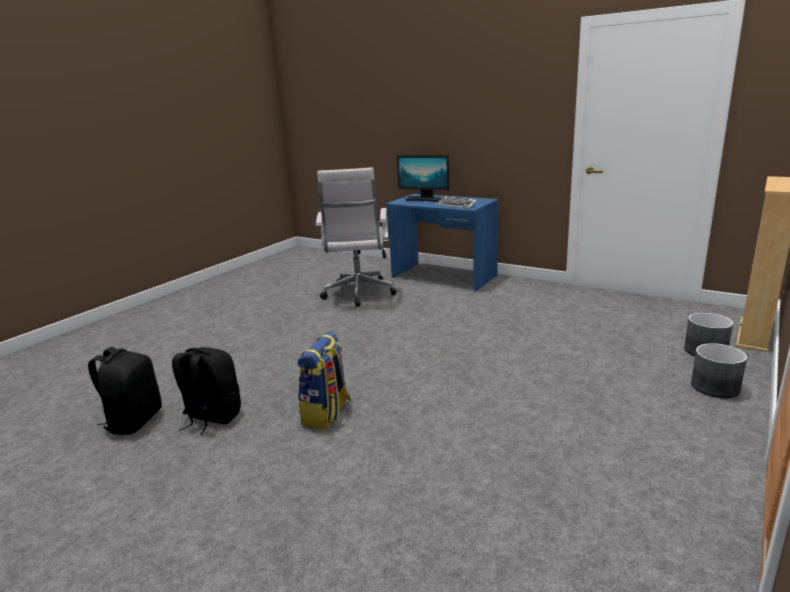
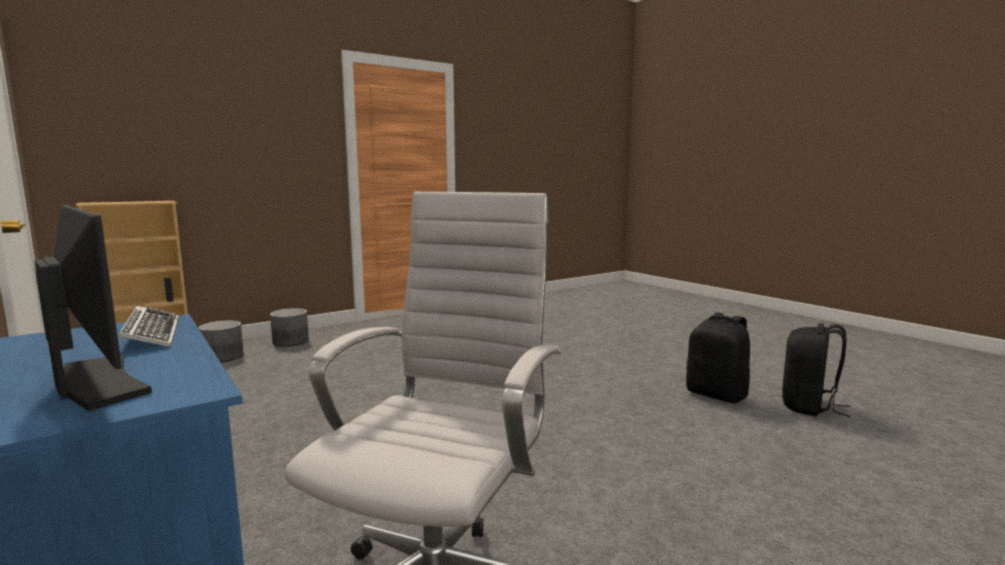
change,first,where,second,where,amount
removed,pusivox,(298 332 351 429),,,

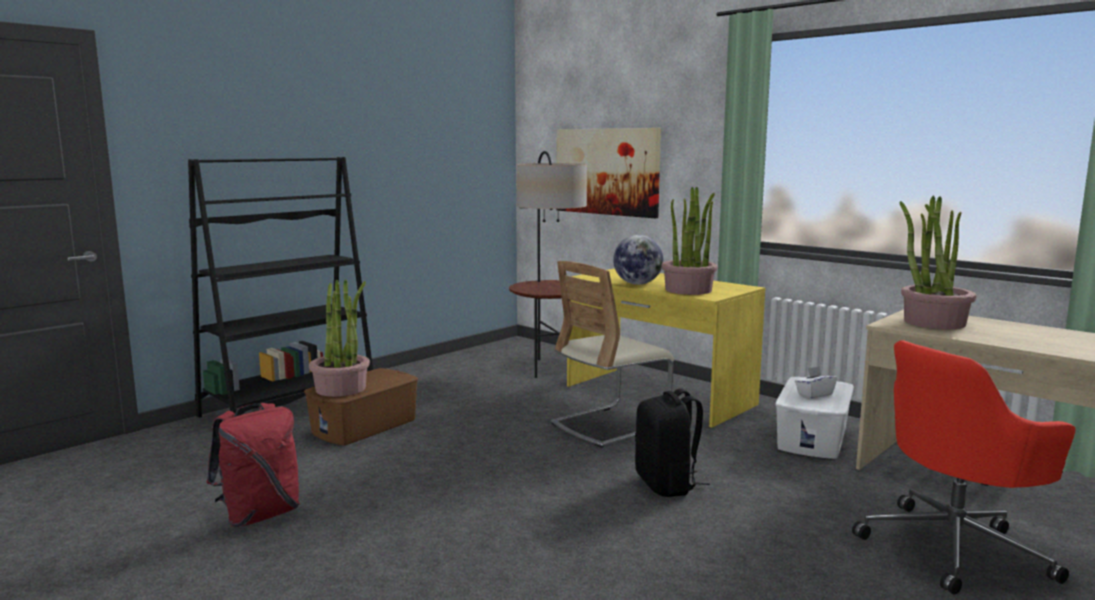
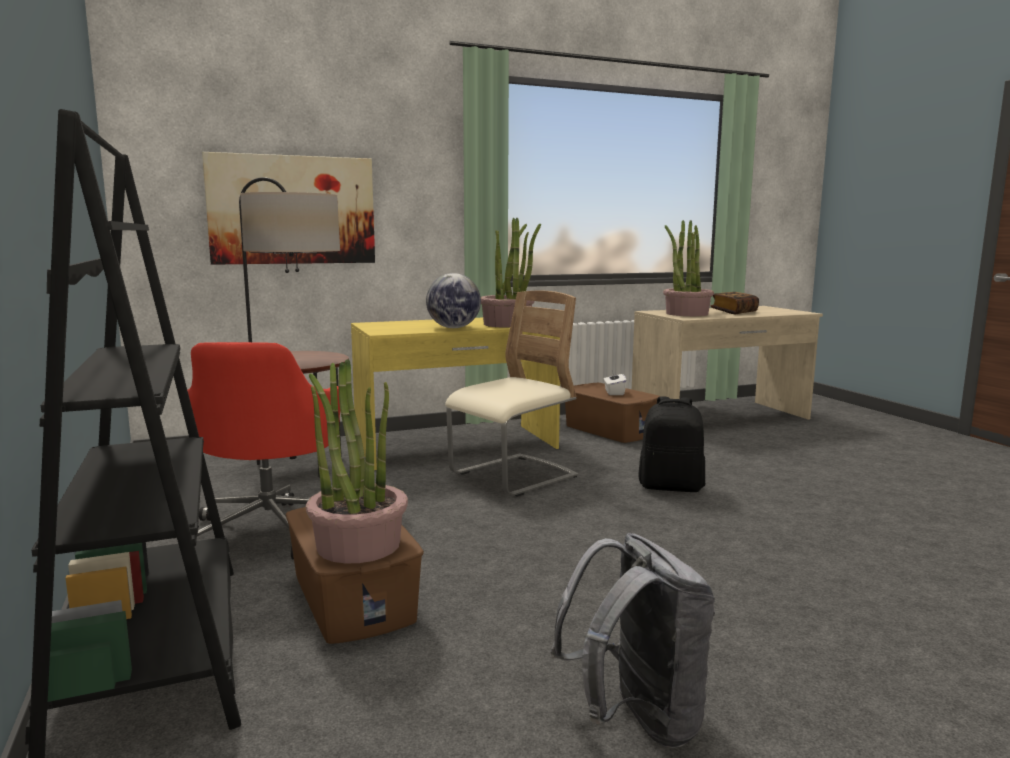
change,first,where,second,where,amount
turned,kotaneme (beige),(551 261 674 448),,(445 290 578 497),120 degrees counterclockwise
moved,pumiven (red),(852 340 1076 595),,(187 342 340 559),
recoloured,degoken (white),(775 377 854 459),degoken (brown),(565 383 660 443),
recoloured,pusivox (red),(207 403 300 527),pusivox (grey),(551 533 715 748),
added,,,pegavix,(711 292 759 314),

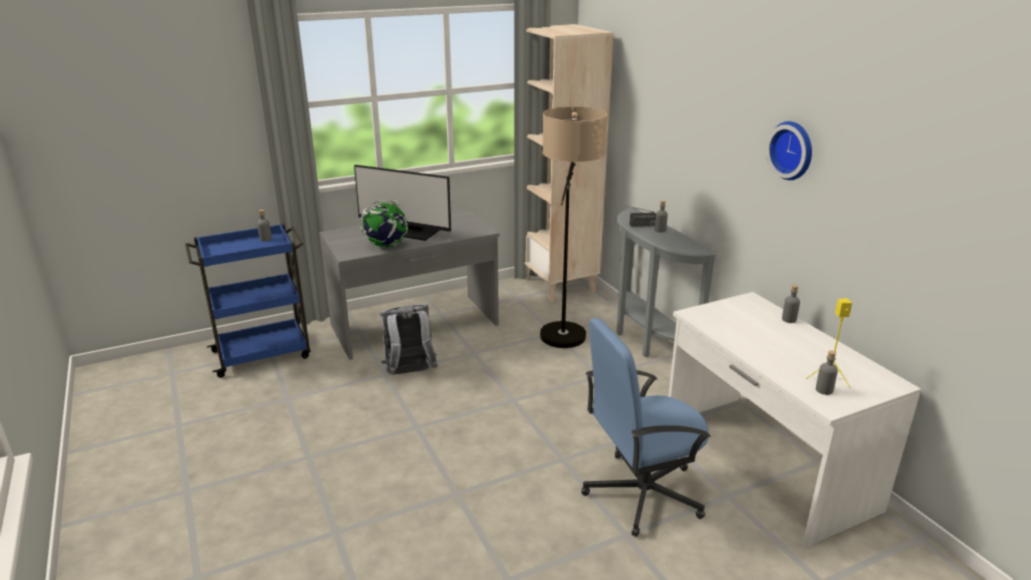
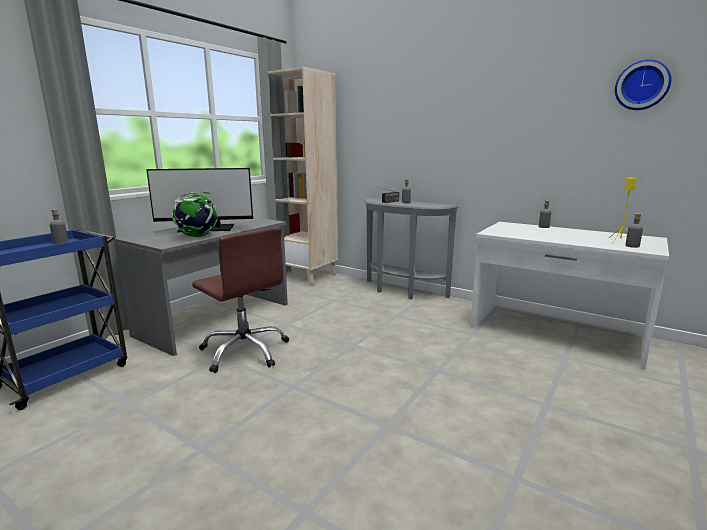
change,first,where,second,where,amount
removed,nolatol,(540 107 608 348),,,
moved,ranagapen,(766 121 812 180),,(615 60 671 110),
replaced,pusivox (grey),(380 304 438 375),pumiven (brown),(192 227 289 373),
removed,pumiven (blue),(581 318 711 537),,,

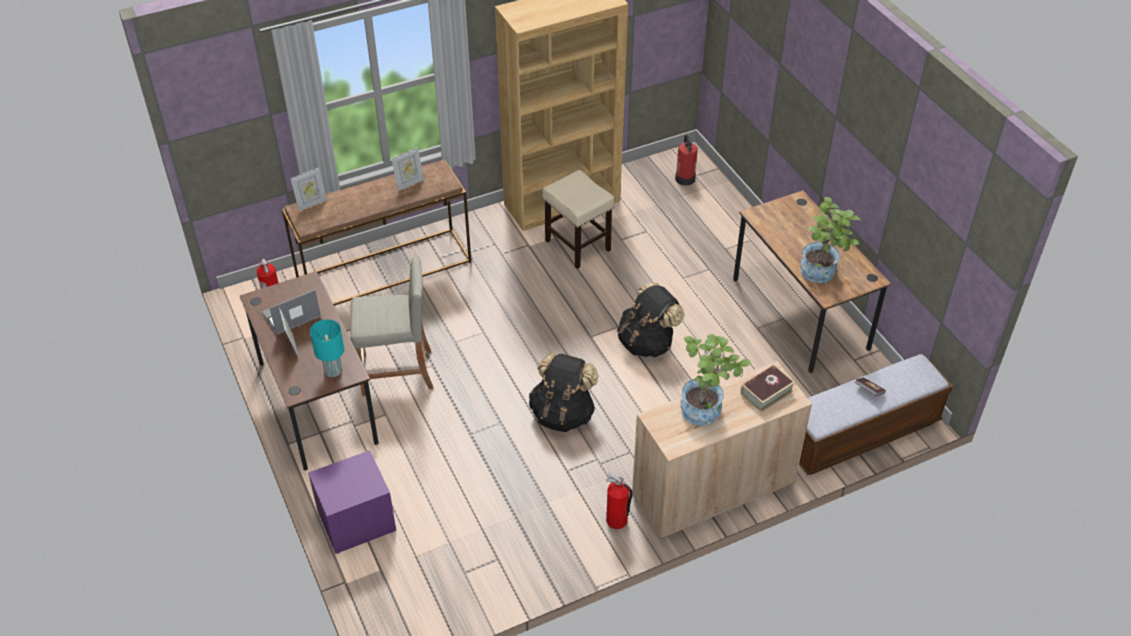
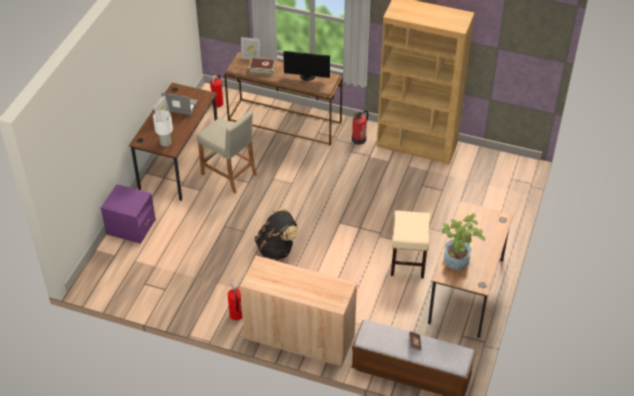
change,first,where,second,where,amount
moved,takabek,(675 134 698 186),,(352 110 368 145),
replaced,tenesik,(391 147 424 191),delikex,(283 51 330 81),
moved,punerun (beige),(542 170 614 269),,(391 210 431 279),
removed,pusivox (black),(617 283 685 357),,,
recoloured,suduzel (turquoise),(310 319 344 377),suduzel (white),(153 110 173 147),
removed,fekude,(681 334 751 426),,,
moved,pegavix,(740 365 795 412),,(249 58 276 76),

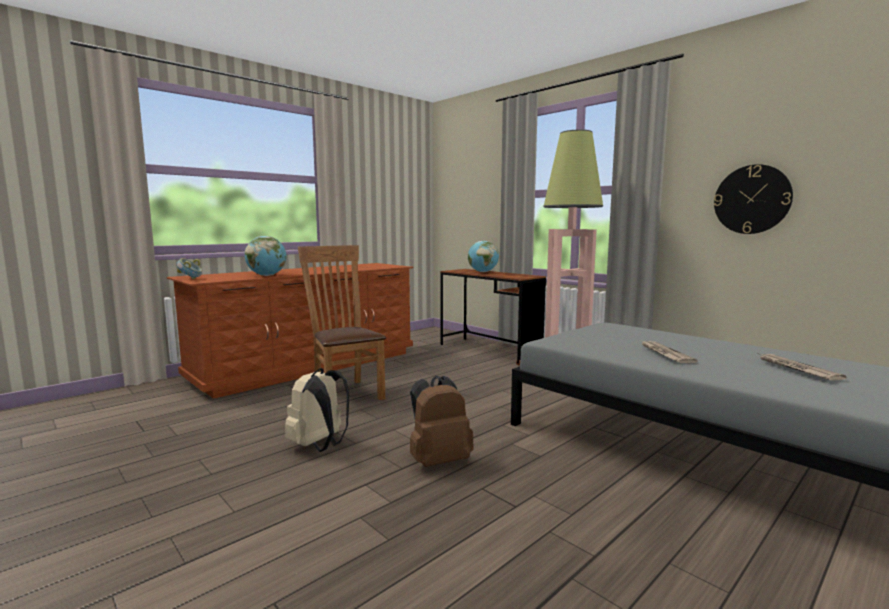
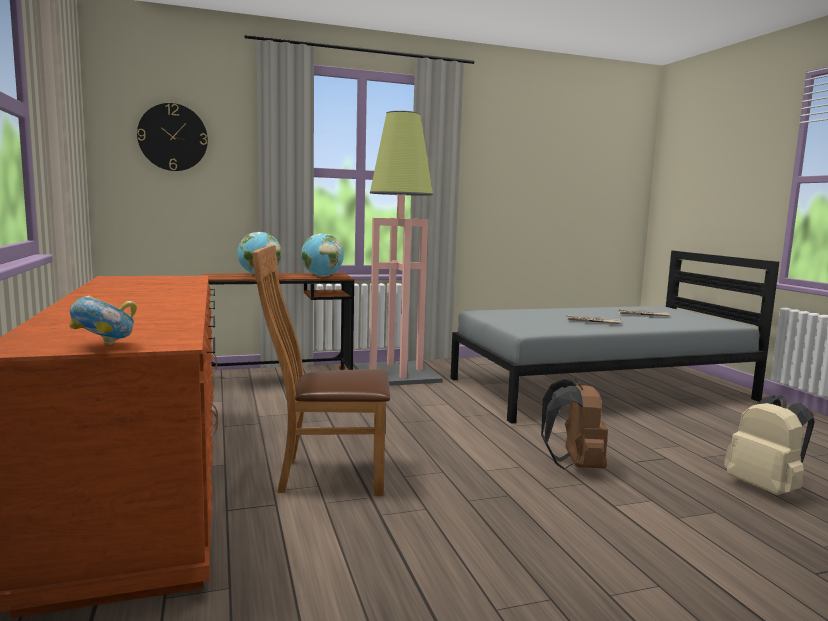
change,first,where,second,where,amount
moved,ranagapen,(714 164 793 234),,(137 103 208 171),
moved,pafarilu,(245 236 286 276),,(301 233 344 277),
moved,pusivox (beige),(285 368 350 452),,(724 395 815 495),

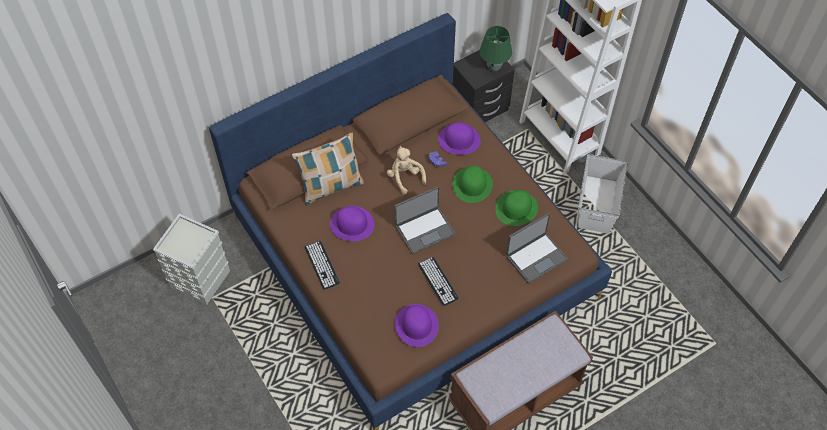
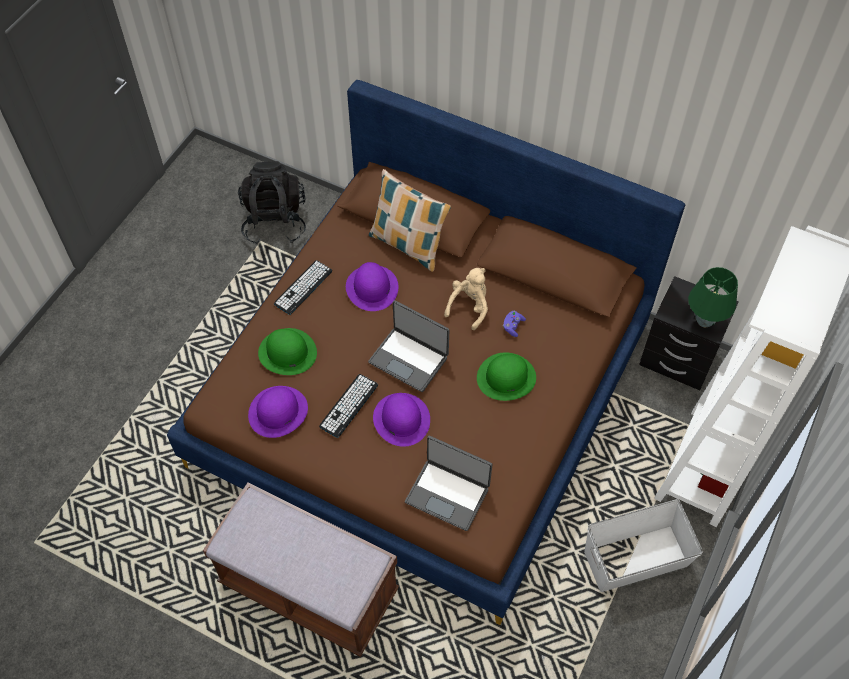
change,first,where,second,where,amount
moved,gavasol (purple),(438 122 480 155),,(373 393 430 447),
moved,gavasol (green),(495 190 538 226),,(258 328 317 375),
replaced,degoken (grey),(153 214 230 305),pusivox (black),(238 161 306 245),

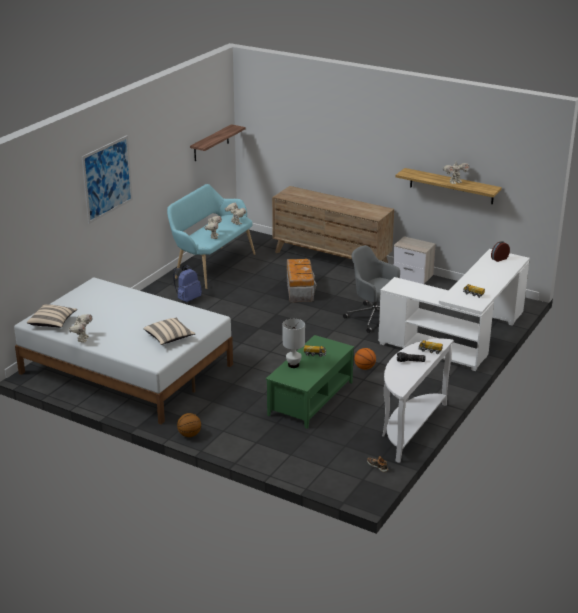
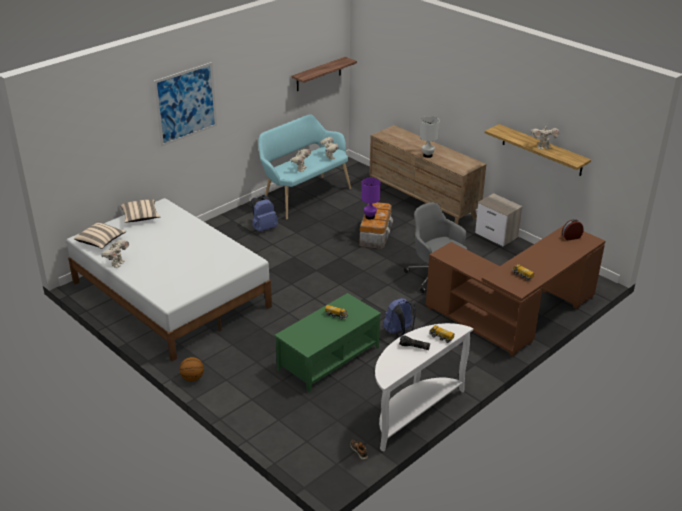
change,first,where,second,where,amount
recoloured,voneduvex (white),(378 249 530 371),voneduvex (brown),(426 225 605 356),
moved,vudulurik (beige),(143 318 196 345),,(120 200 160 223),
moved,suduzel (white),(282 319 305 368),,(420 116 440 158),
replaced,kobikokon,(354 348 376 370),pusivox (blue),(383 298 416 338),
added,,,suduzel (purple),(361 178 381 219),

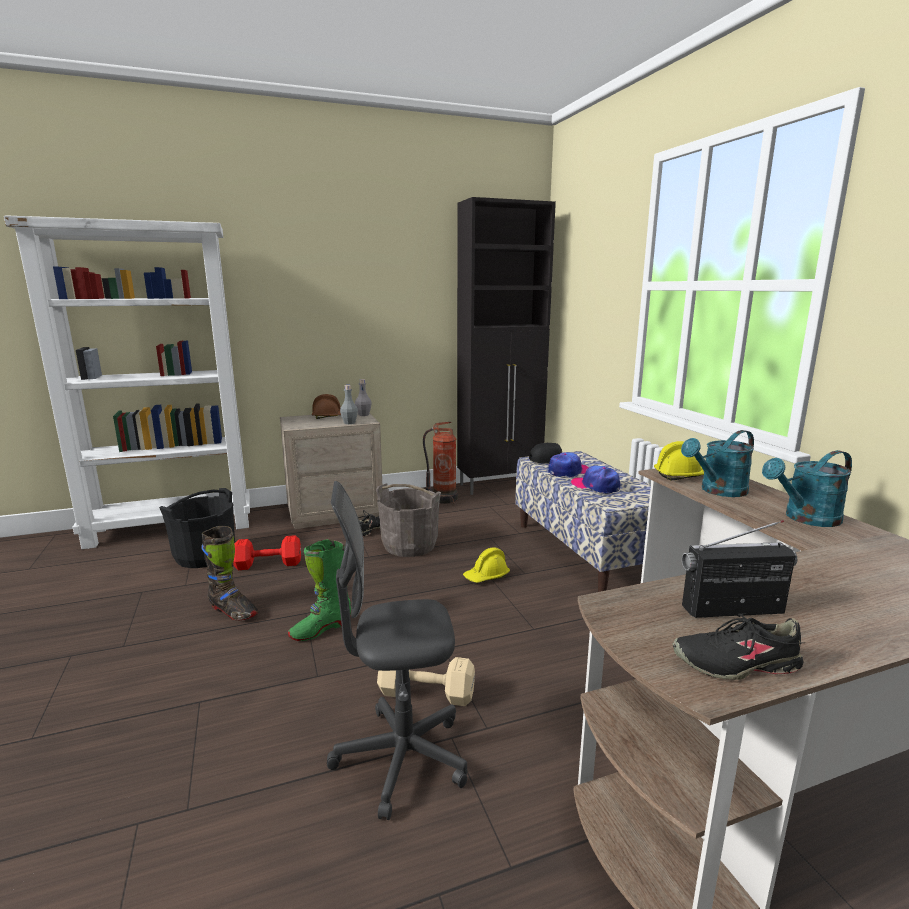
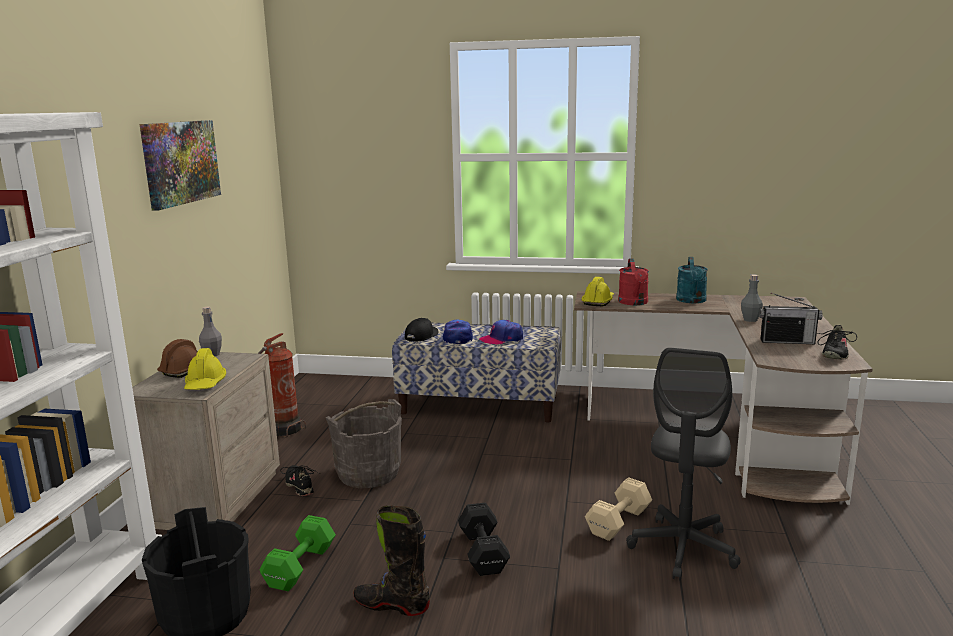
change,first,where,second,where,amount
removed,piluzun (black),(457 197 556 495),,,
moved,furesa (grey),(340 385 358 424),,(741 274 763 322),
recoloured,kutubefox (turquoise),(681 430 754 497),kutubefox (red),(618 258 649 305),
turned,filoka,(682 520 797 618),,(759 293 823 344),105 degrees counterclockwise
turned,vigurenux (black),(201 526 258 620),,(353 505 430 616),135 degrees counterclockwise
recoloured,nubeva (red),(233 535 301 570),nubeva (green),(260 515 336 591),
replaced,vigurenux (green),(288 539 351 641),nubeva (black),(458 503 510 576),
moved,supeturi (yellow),(463 547 510 583),,(184 348 226 390),
added,,,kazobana,(139 120 221 210),

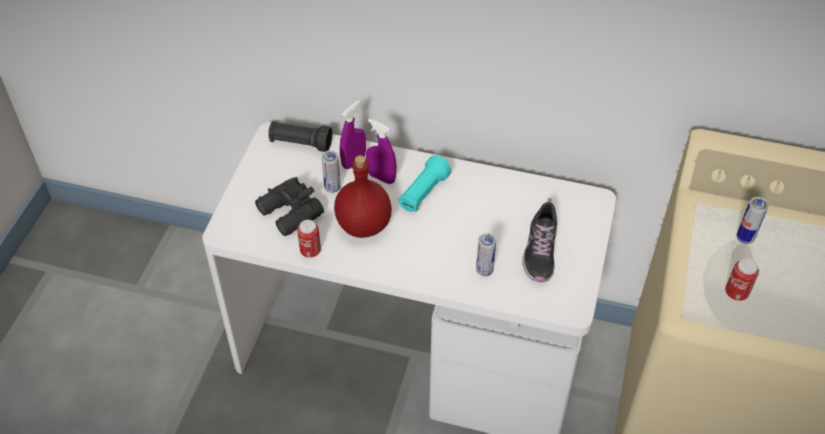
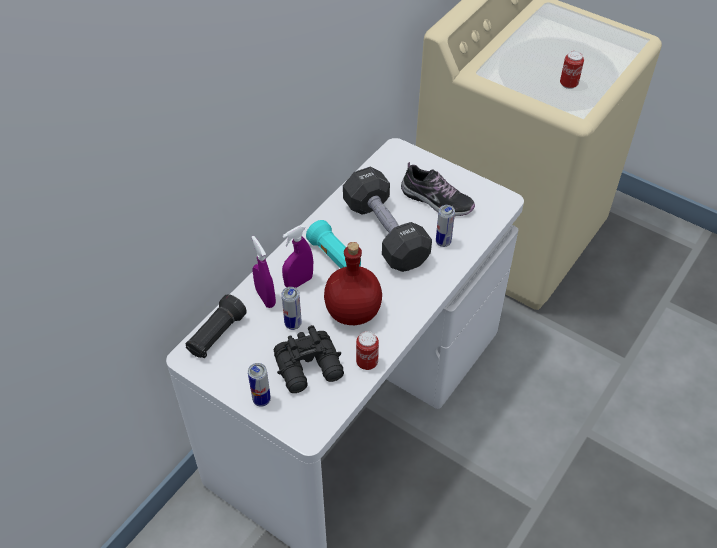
change,first,where,second,where,amount
moved,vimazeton,(737 197 769 244),,(248 363 271 407),
added,,,nubeva (black),(343 167 432 272),

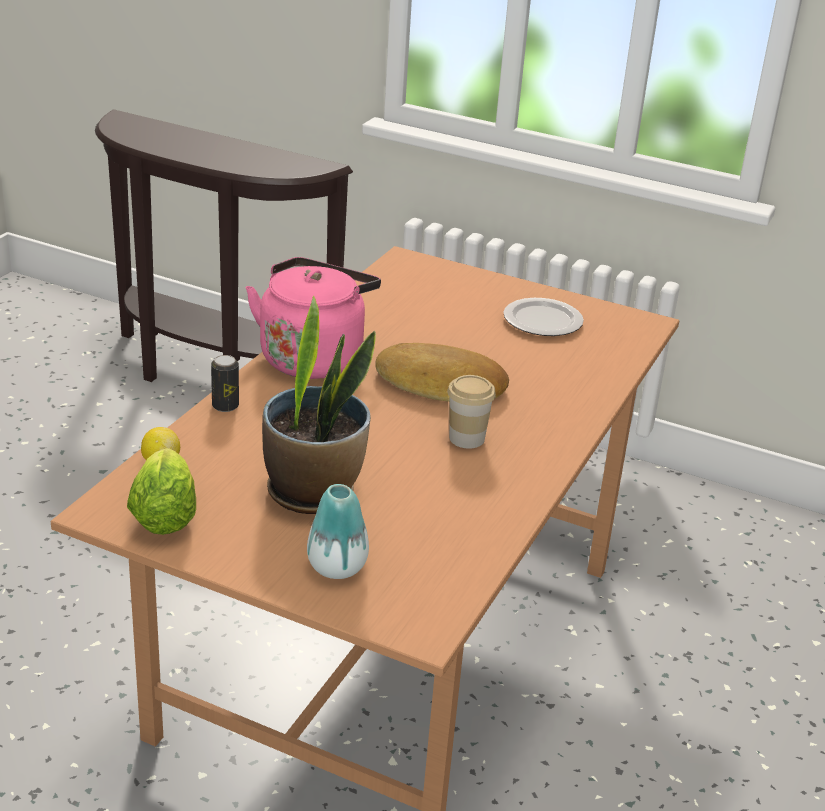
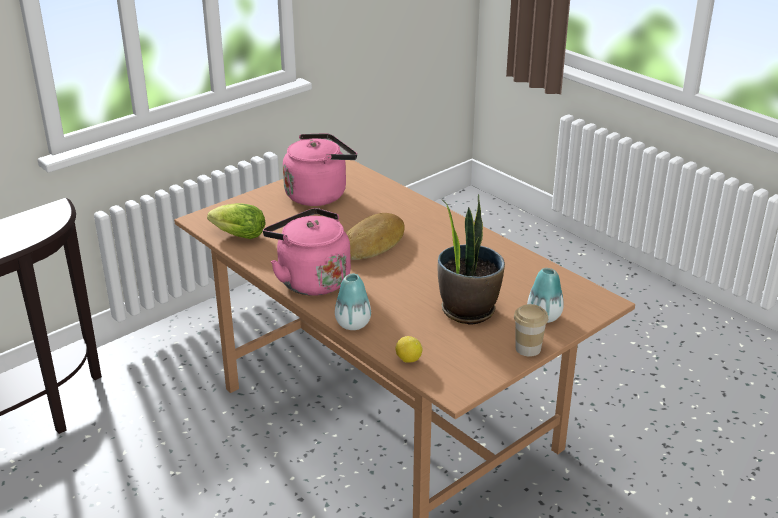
change,first,where,second,where,amount
replaced,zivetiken,(503 298 584 336),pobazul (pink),(283 134 357 206),
replaced,vimazeton,(211 355 239 412),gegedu,(335 274 371 330),
moved,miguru,(447 375 496 449),,(514 304 548 357),
moved,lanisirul,(127 448 196 535),,(207 203 266 239),

